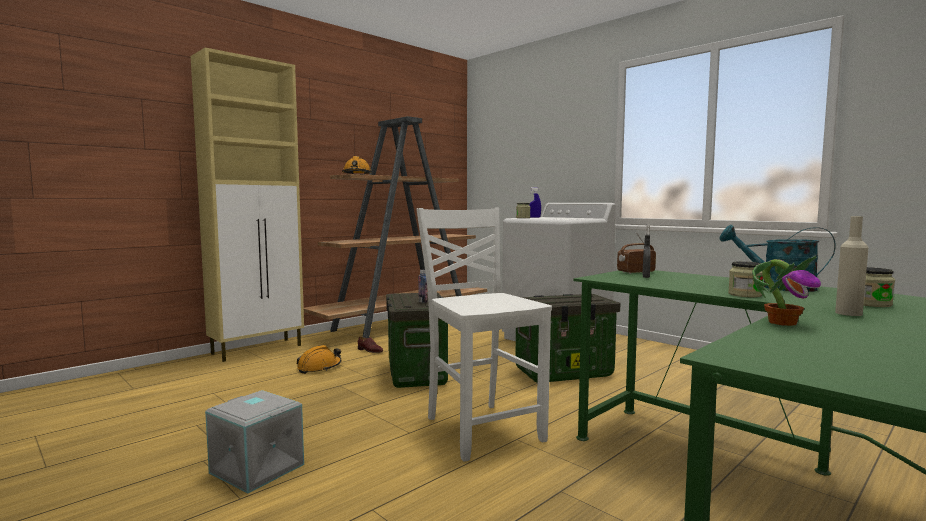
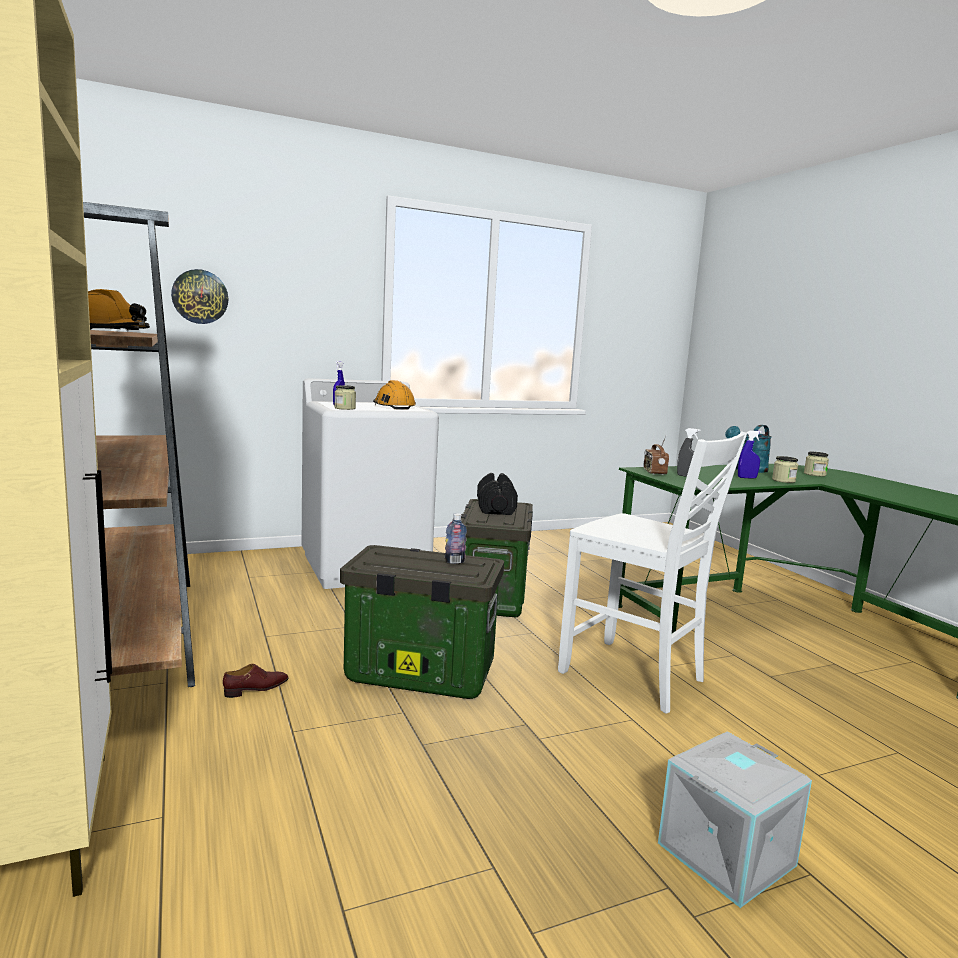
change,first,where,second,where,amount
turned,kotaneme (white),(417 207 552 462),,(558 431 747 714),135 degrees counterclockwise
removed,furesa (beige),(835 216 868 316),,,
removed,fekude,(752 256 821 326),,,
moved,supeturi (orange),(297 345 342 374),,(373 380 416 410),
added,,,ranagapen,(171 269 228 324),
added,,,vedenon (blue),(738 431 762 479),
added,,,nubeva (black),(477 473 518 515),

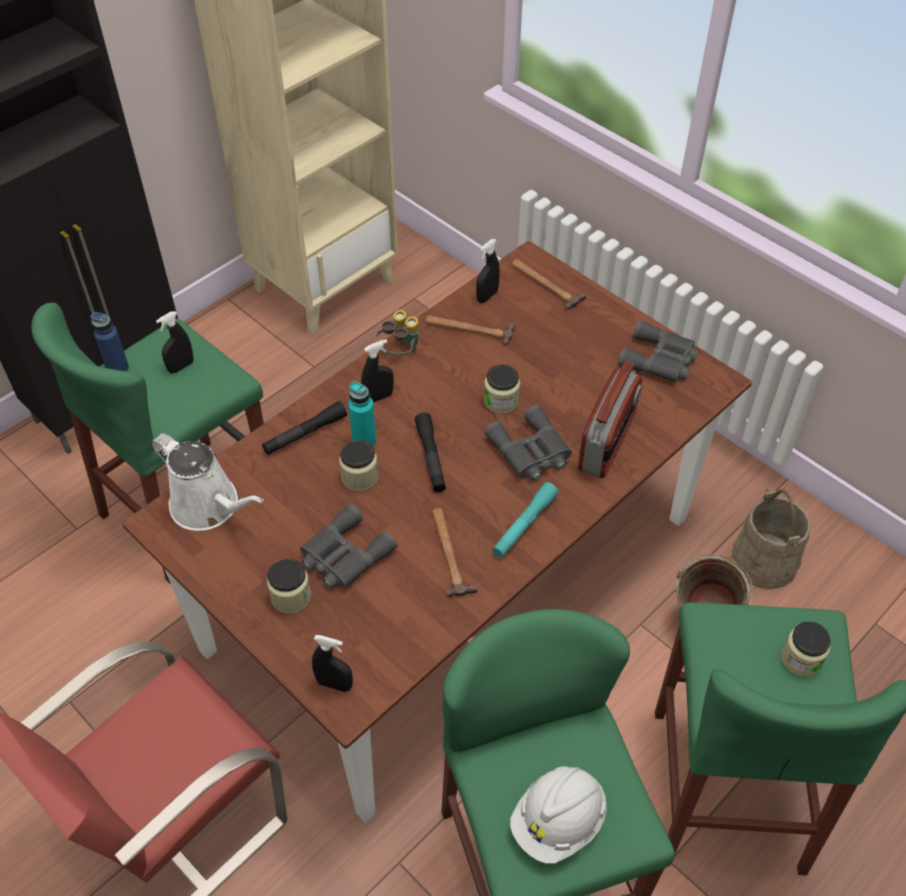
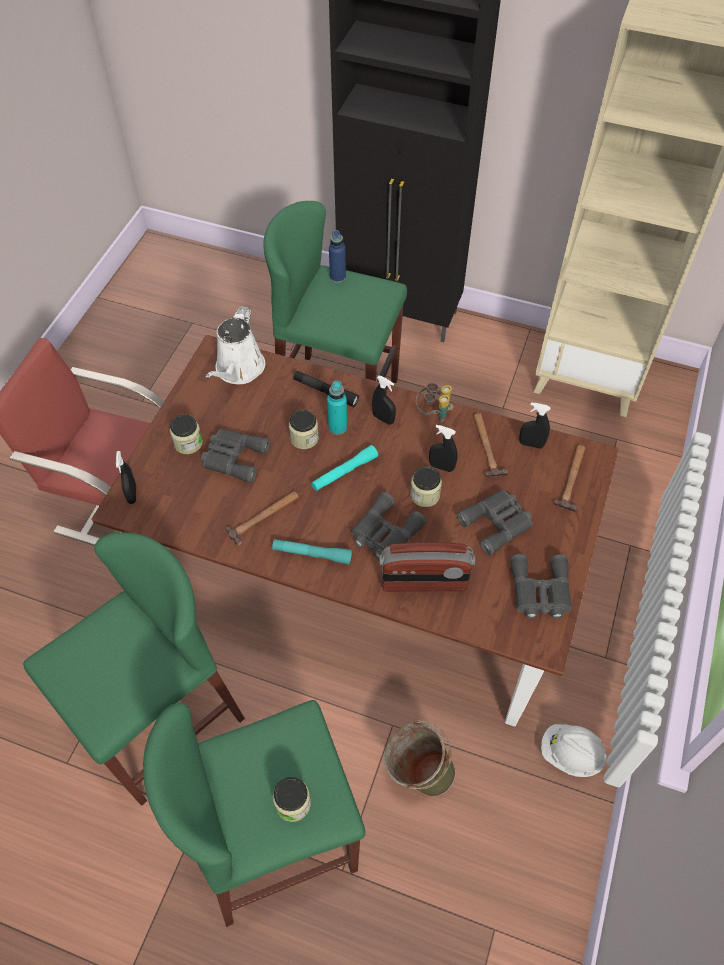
change,first,where,second,where,amount
moved,vedenon (black),(156 311 193 374),,(429 425 458 472),
recoloured,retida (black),(415 412 446 492),retida (turquoise),(311 445 378 491),
removed,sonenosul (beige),(732 489 811 589),,,
moved,supeturi (white),(510 766 607 863),,(541 724 606 777),
added,,,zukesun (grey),(457 489 533 555),

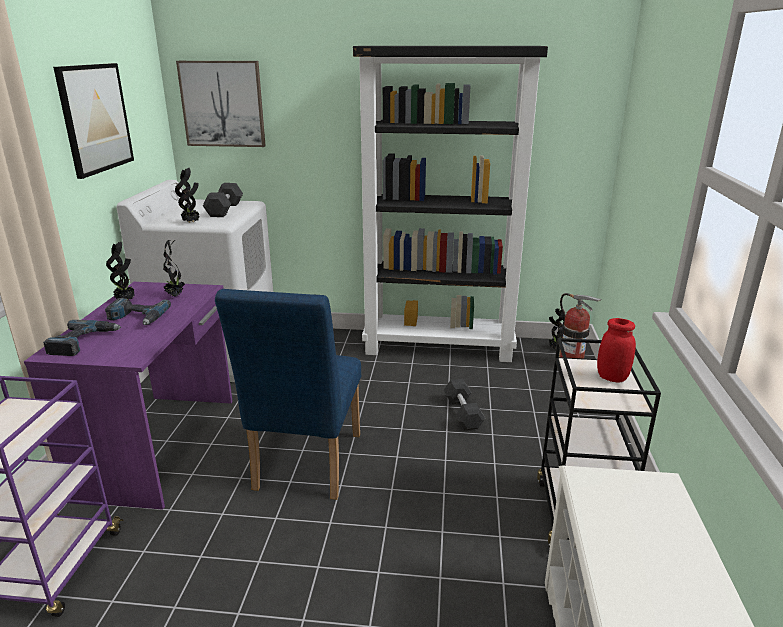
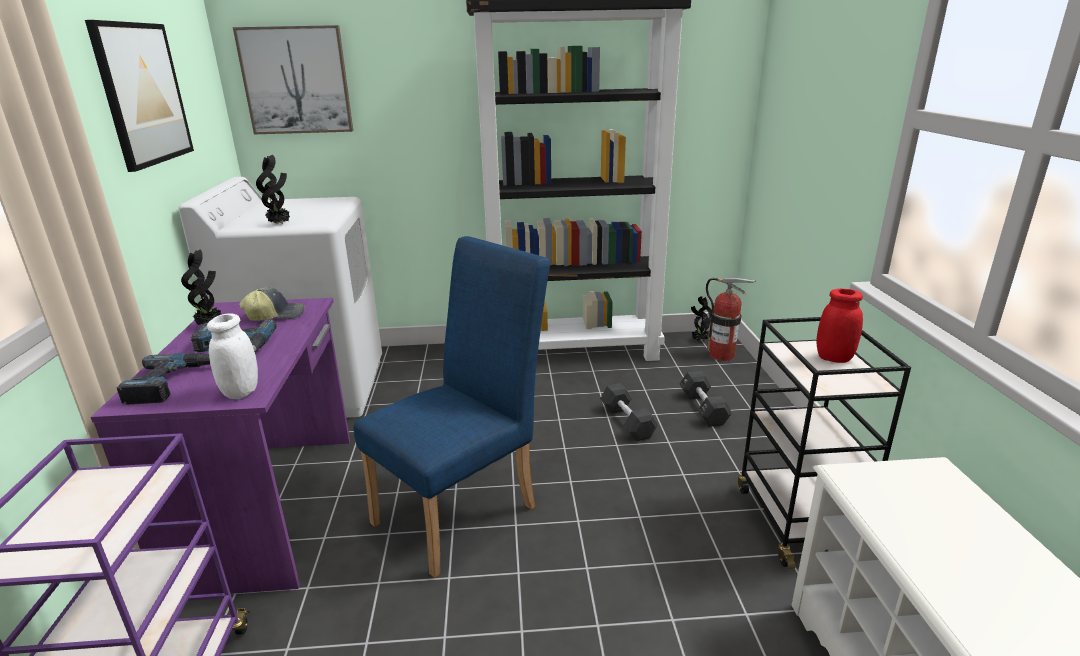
change,first,where,second,where,amount
moved,nubeva (black),(203 183 243 217),,(680 371 732 427),
replaced,fekude,(163 240 185 296),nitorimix,(239 287 305 321),
turned,kotaneme (blue),(215 289 361 500),,(353 236 550 578),135 degrees counterclockwise
added,,,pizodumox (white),(207 313 258 399),

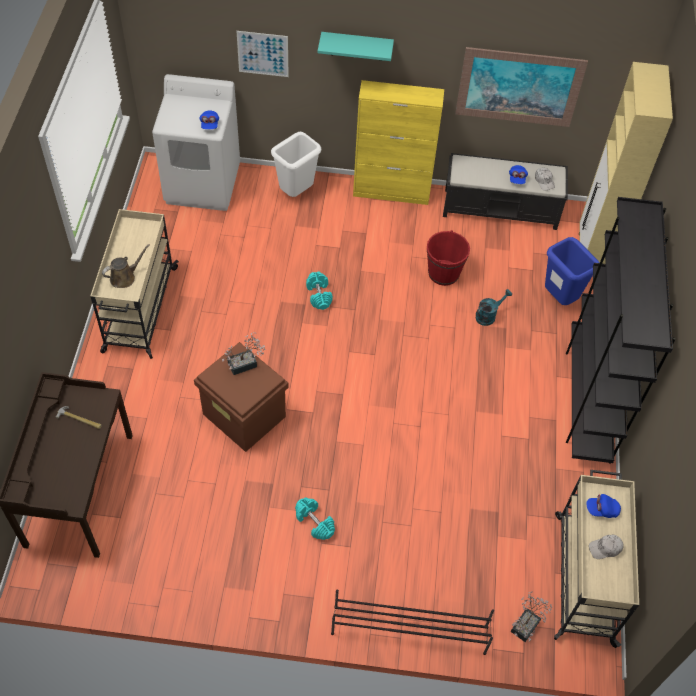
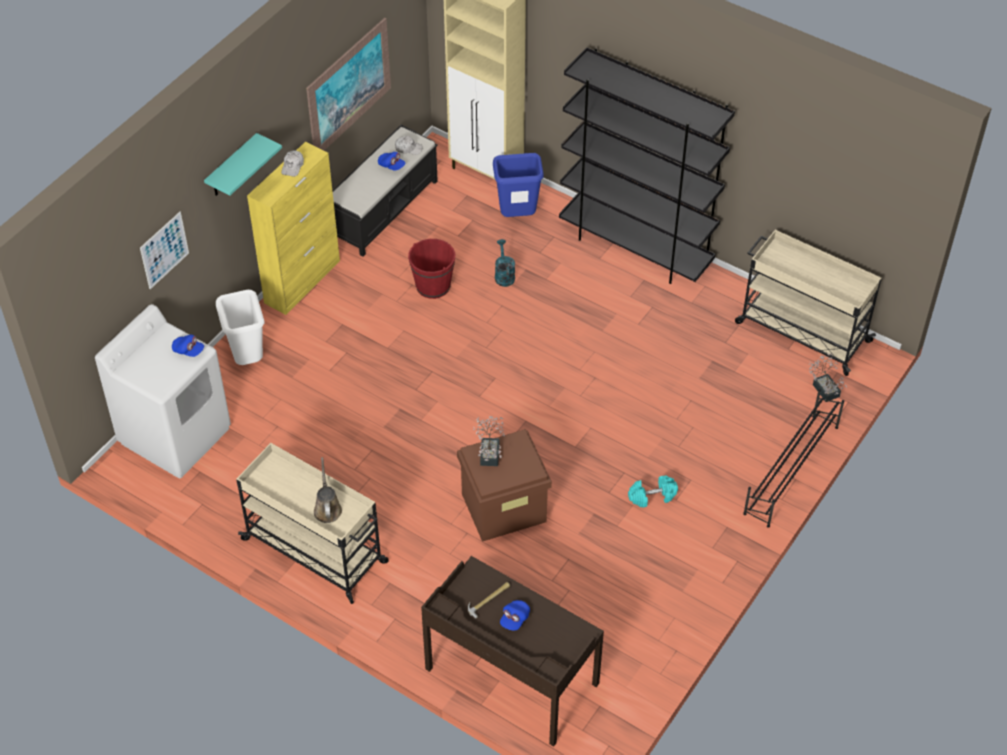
change,first,where,second,where,amount
removed,nubeva (turquoise),(306 271 333 310),,,
moved,nitorimix (blue),(586 494 621 518),,(500 600 530 630),
moved,nitorimix (white),(589 535 624 559),,(281 150 304 177),

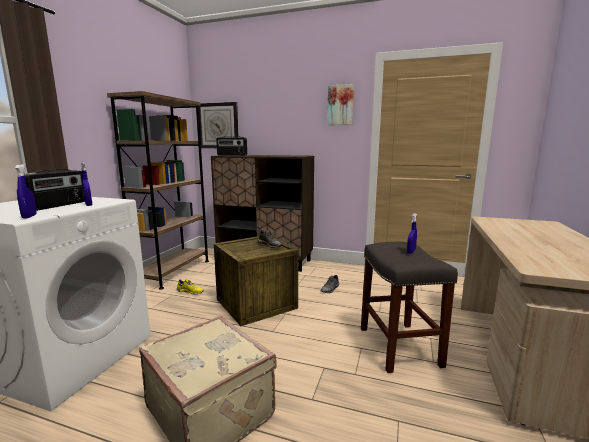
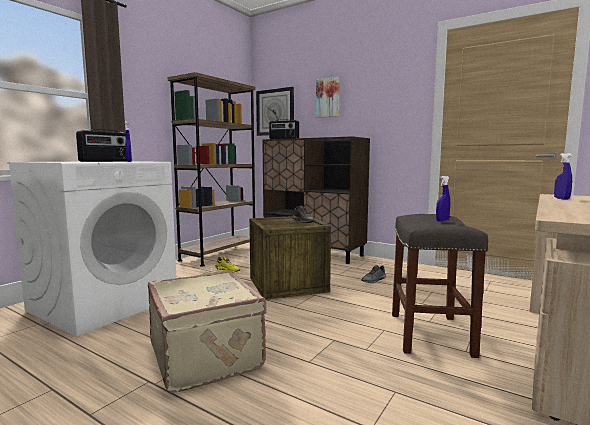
change,first,where,second,where,amount
moved,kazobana,(327 84 354 125),,(316 77 340 118),
moved,vedenon (blue),(15 164 37 219),,(554 153 572 200),

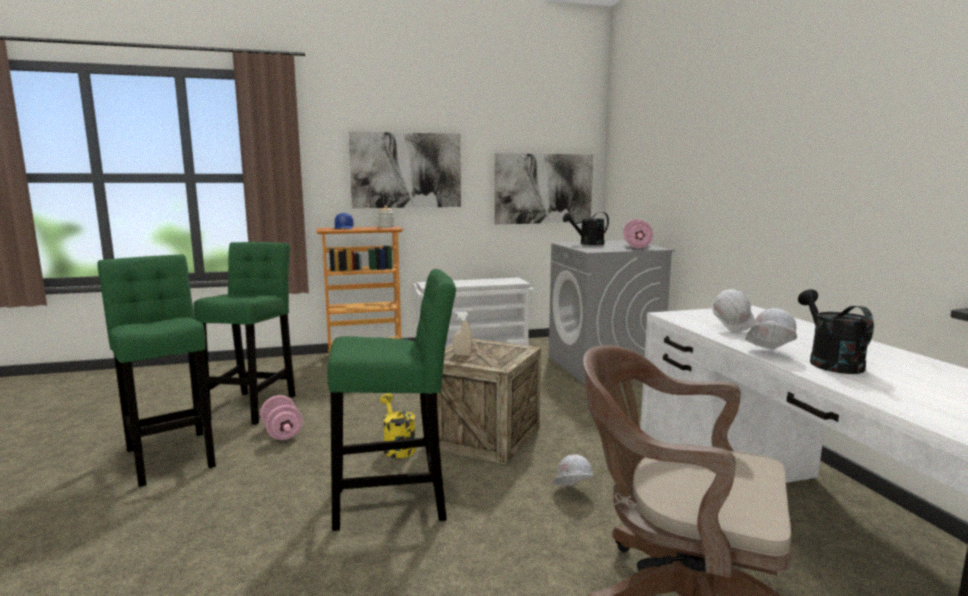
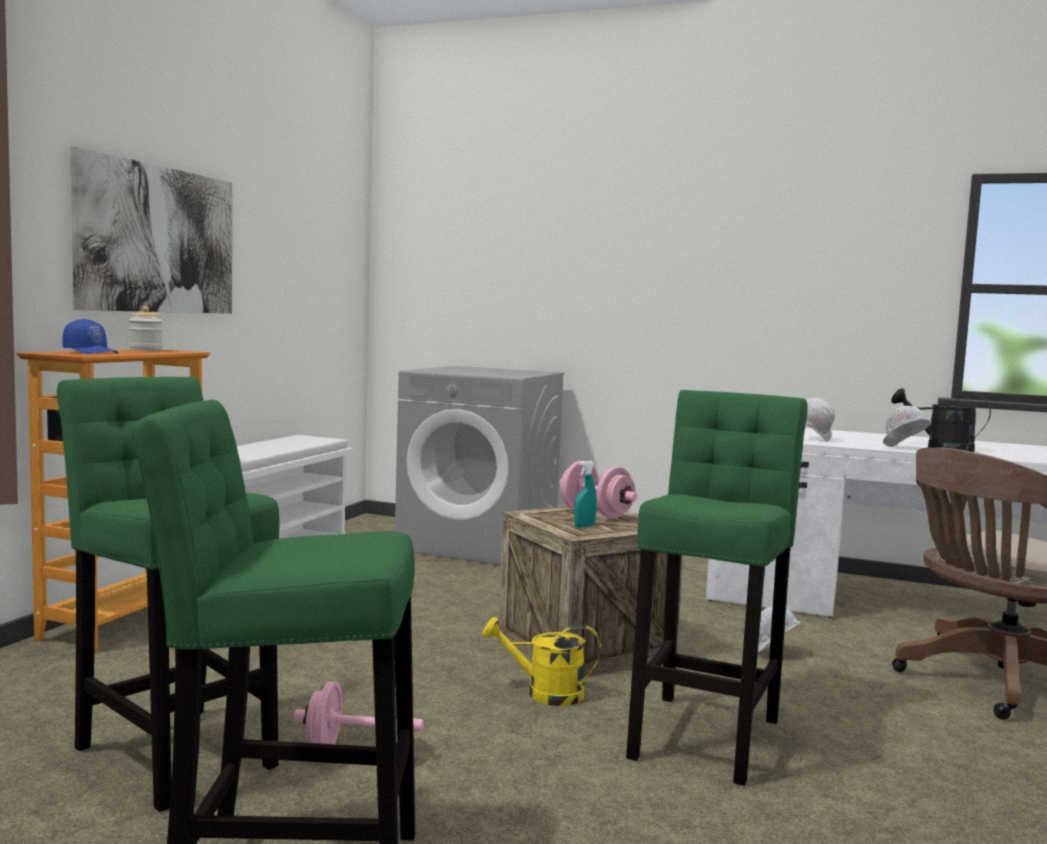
change,first,where,second,where,amount
removed,kazobana,(495 153 593 224),,,
removed,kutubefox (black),(563 212 609 245),,,
moved,nubeva (pink),(623 219 653 248),,(560 460 638 519),
recoloured,vedenon (beige),(453 311 472 356),vedenon (turquoise),(574 461 597 528),

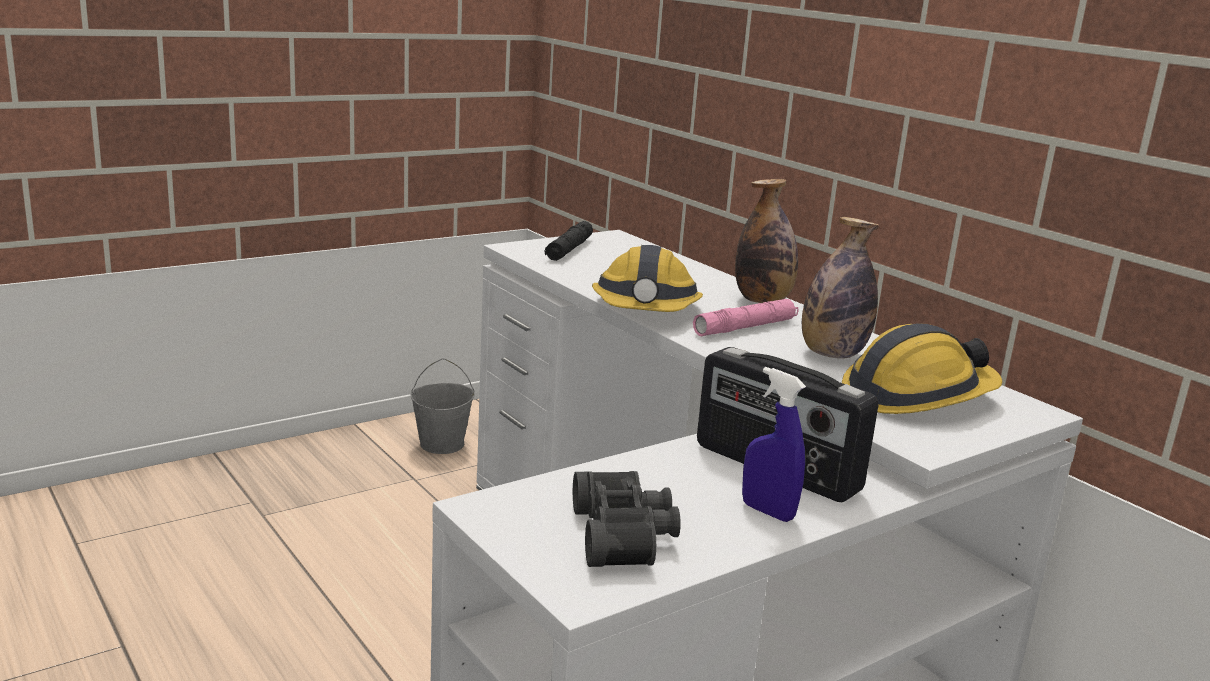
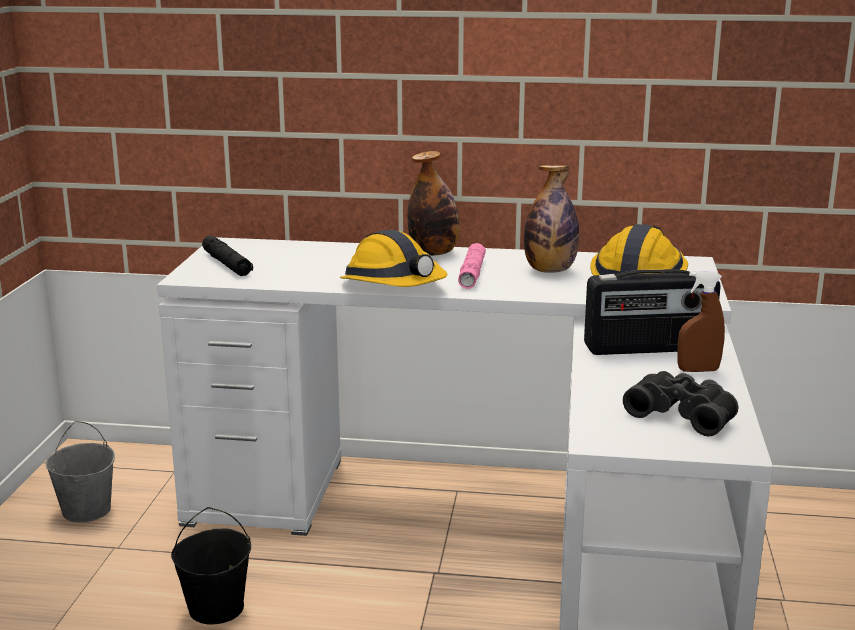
change,first,where,second,where,amount
recoloured,vedenon (blue),(742 367 806 522),vedenon (brown),(677 271 725 372),
added,,,sonenosul (black),(171 507 251 625),

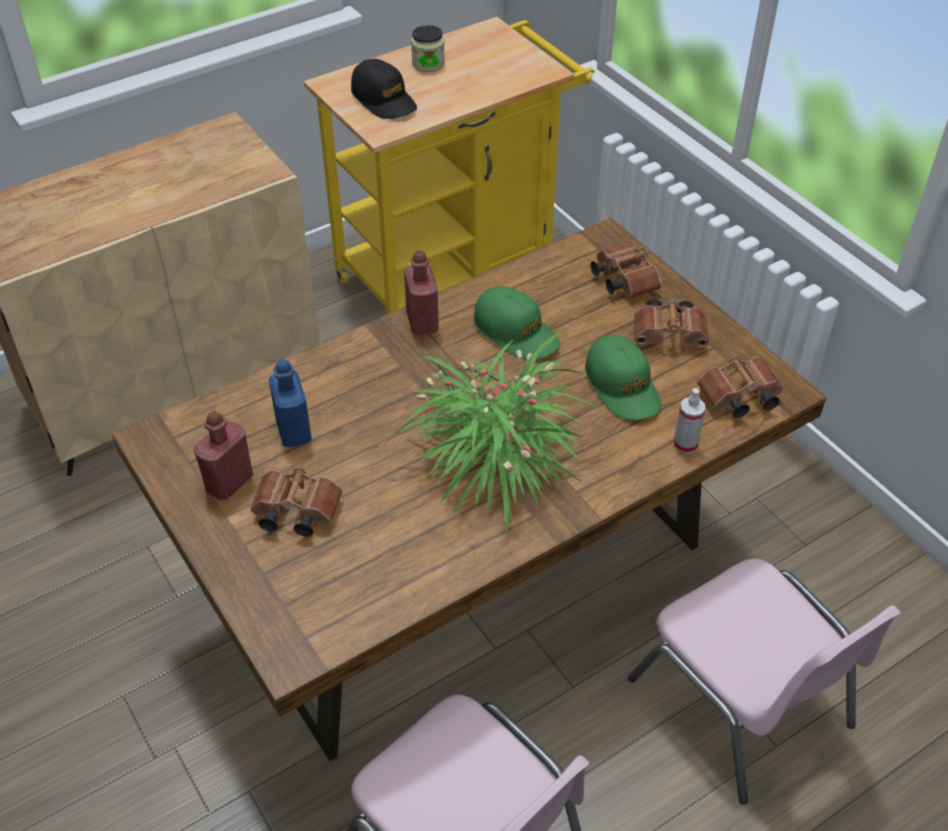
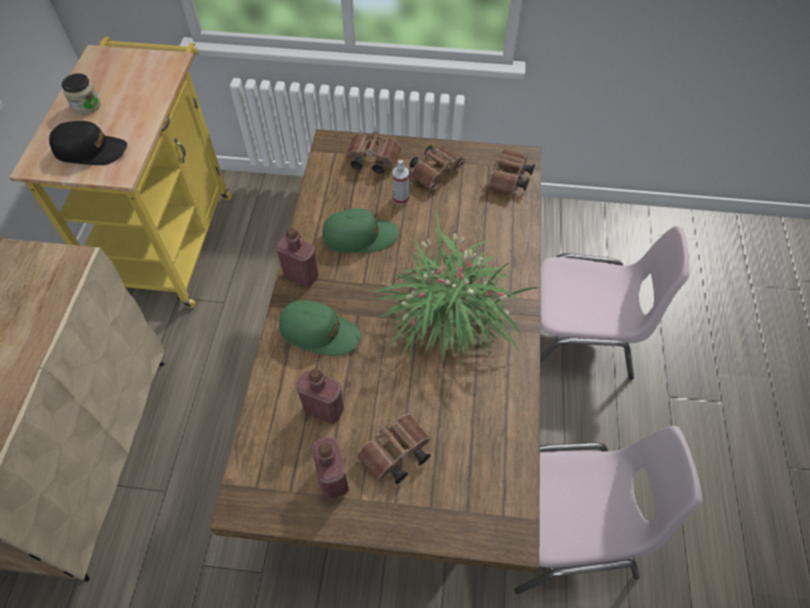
change,first,where,second,where,amount
moved,nitorimix (green),(585 335 661 420),,(279 300 361 356),
recoloured,furesa (blue),(268 359 312 447),furesa (red),(296 369 344 424),
moved,vedenon,(674 388 706 454),,(392 160 409 205),

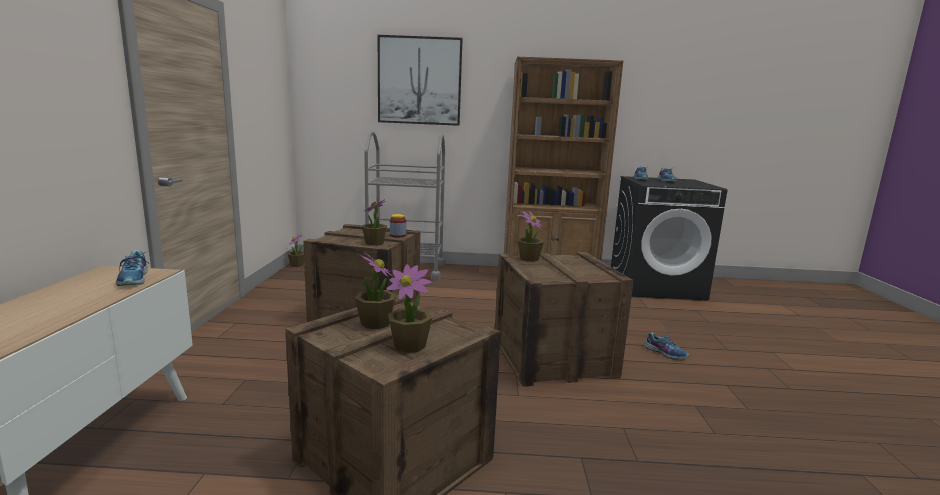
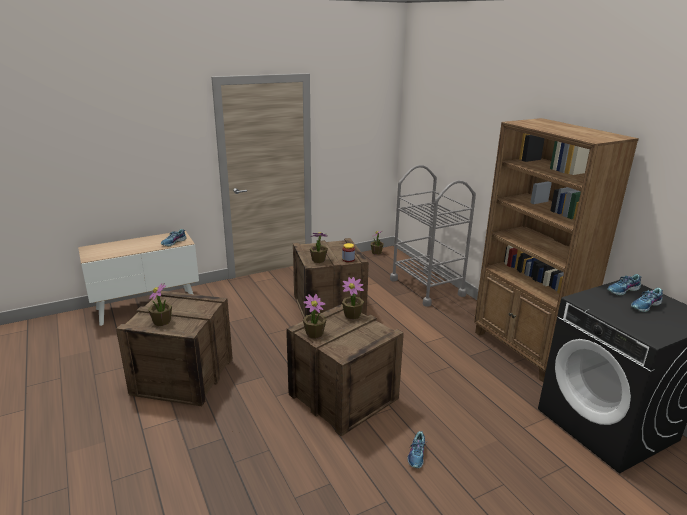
change,first,where,second,where,amount
removed,kazobana,(378 35 463 126),,,
moved,fekude,(355 252 396 329),,(303 294 327 339),

